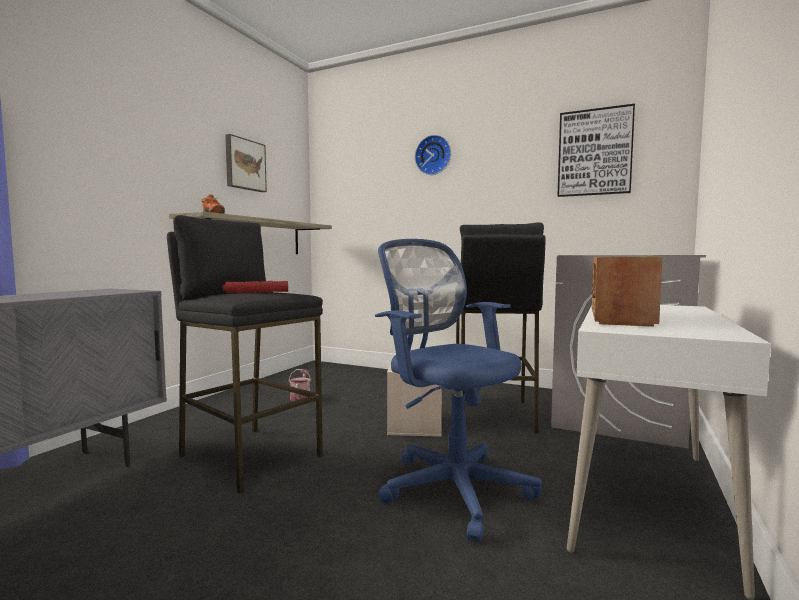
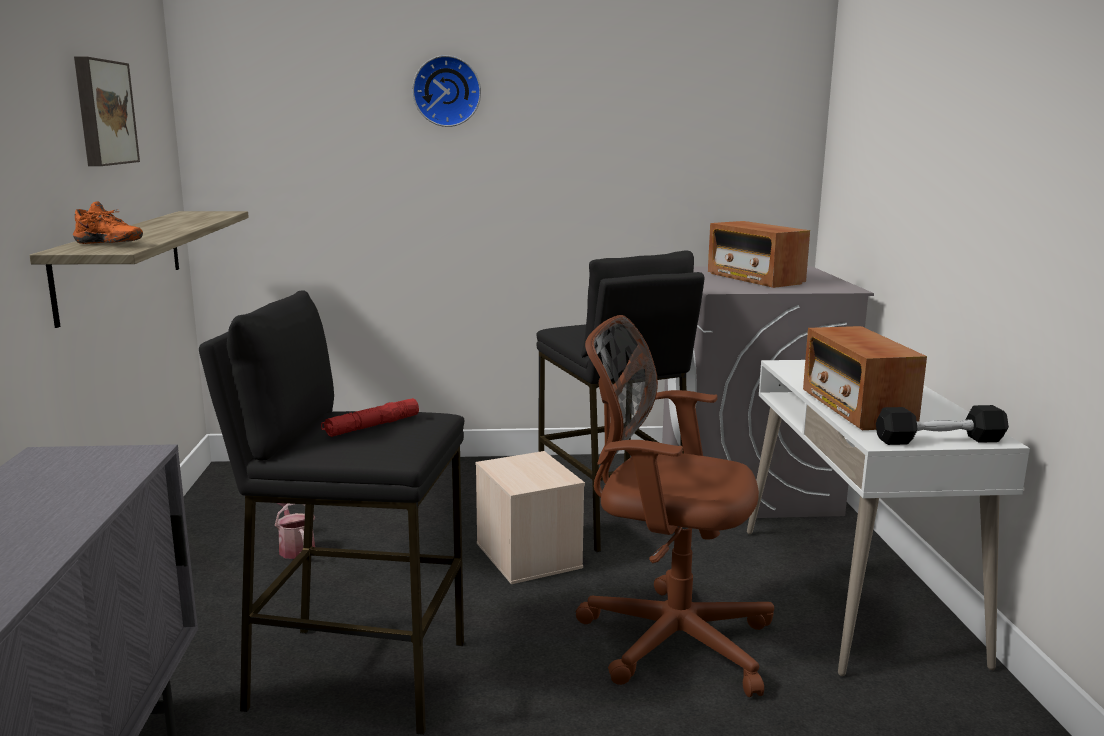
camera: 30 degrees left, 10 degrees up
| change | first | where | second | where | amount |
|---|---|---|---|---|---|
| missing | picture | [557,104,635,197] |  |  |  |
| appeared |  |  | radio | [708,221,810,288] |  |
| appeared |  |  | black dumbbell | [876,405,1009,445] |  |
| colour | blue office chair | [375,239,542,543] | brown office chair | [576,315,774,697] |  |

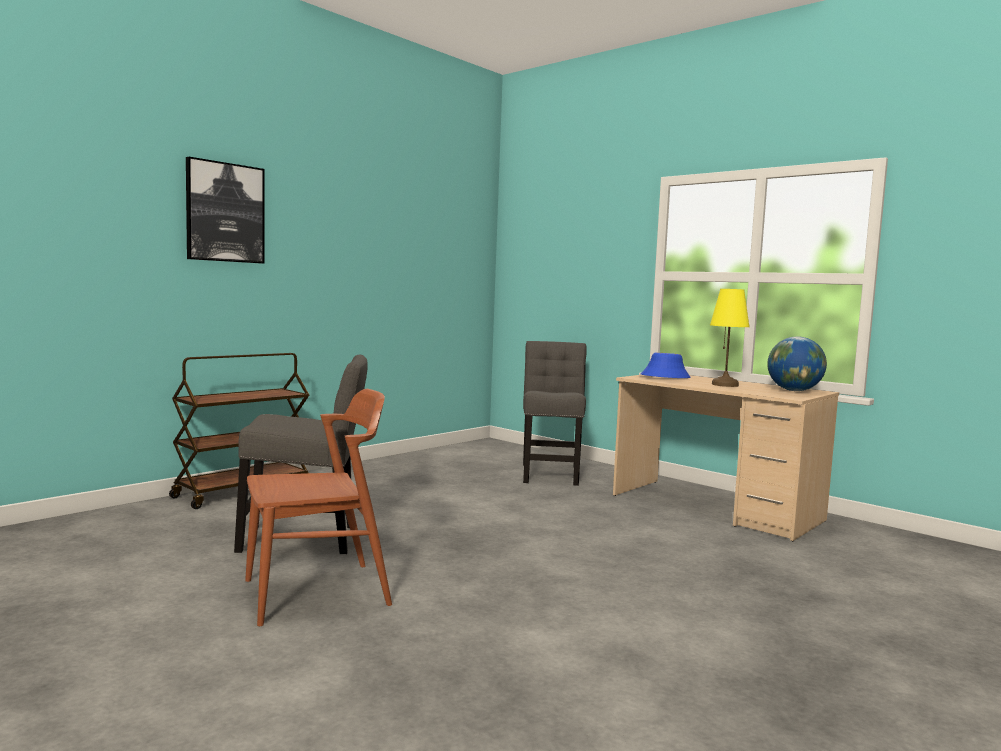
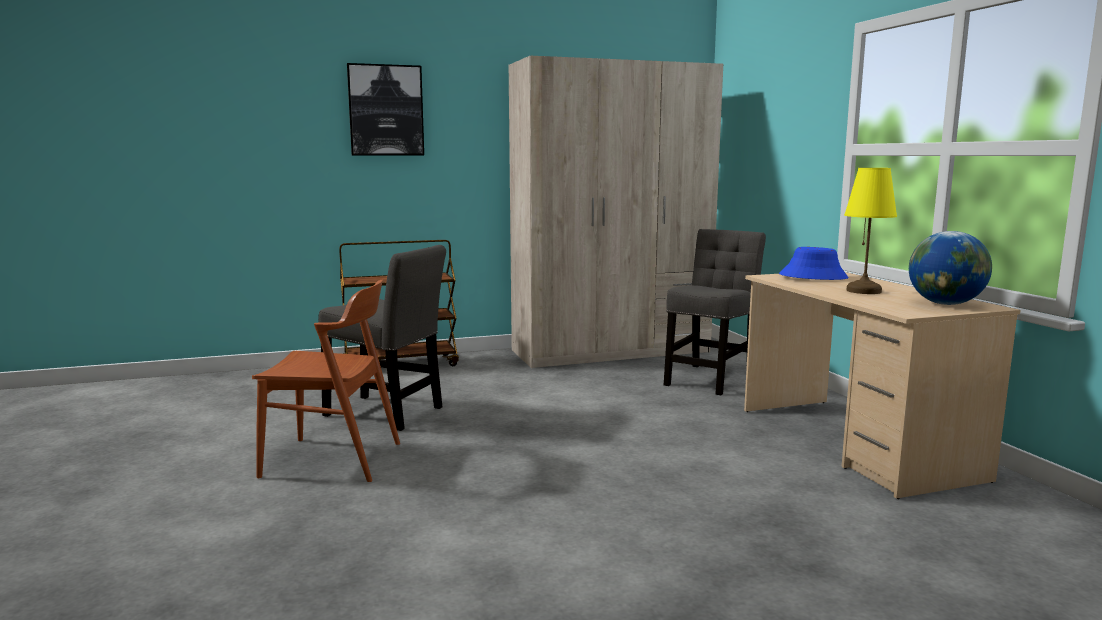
camera: 30 degrees right, 5 degrees up
| change | first | where | second | where | amount |
|---|---|---|---|---|---|
| appeared |  |  | beige wardrobe | [509,56,723,368] |  |

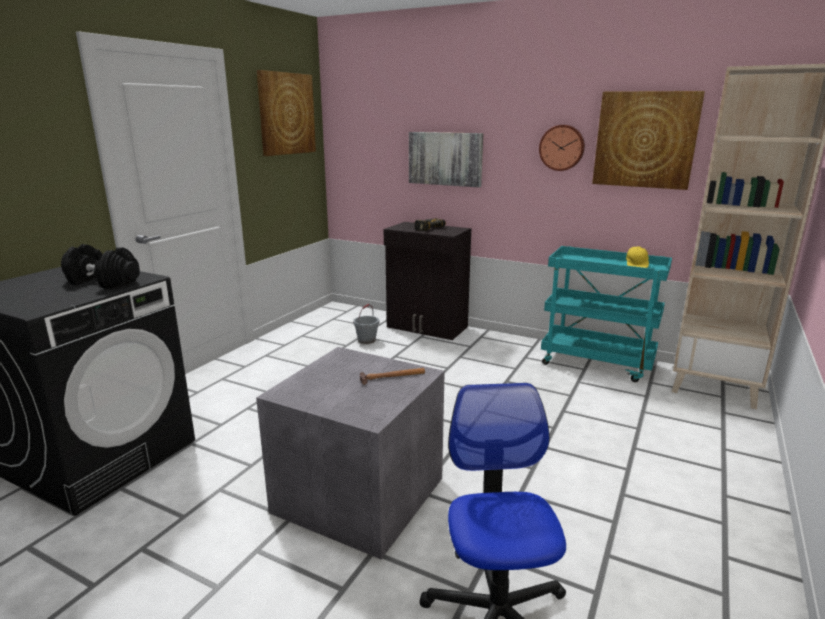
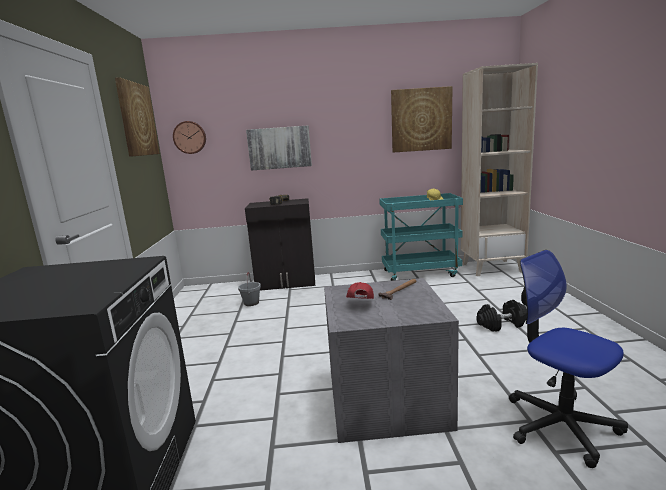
camera: 30 degrees left, 5 degrees down
| change | first | where | second | where | amount |
|---|---|---|---|---|---|
| appeared |  |  | red cap | [346,282,374,299] |  |
| relocated | black dumbbell | [61,244,140,289] |  | [476,300,527,332] |  |
| relocated | wall clock | [539,125,585,171] |  | [173,121,206,154] |  |

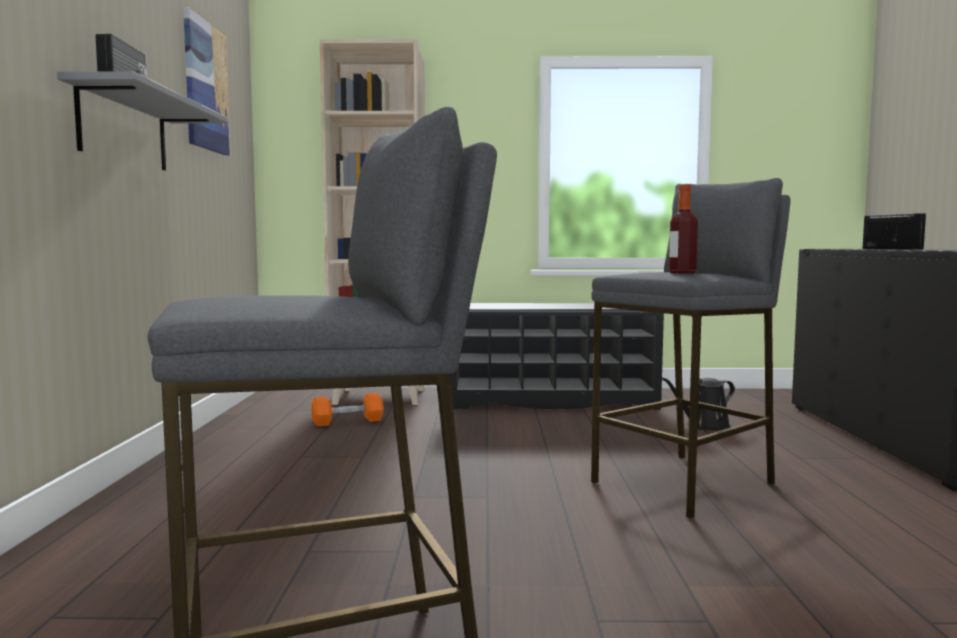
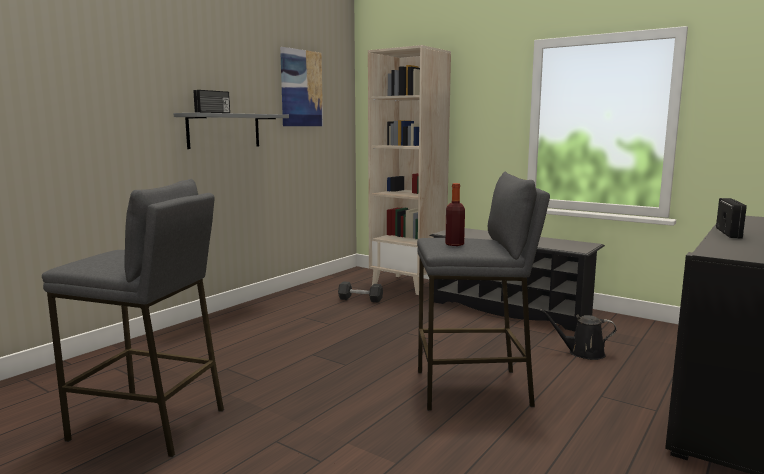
camera: 35 degrees right, 5 degrees up
| change | first | where | second | where | amount |
|---|---|---|---|---|---|
| colour | orange dumbbell | [311,393,384,427] | black dumbbell | [338,281,383,303] |  |

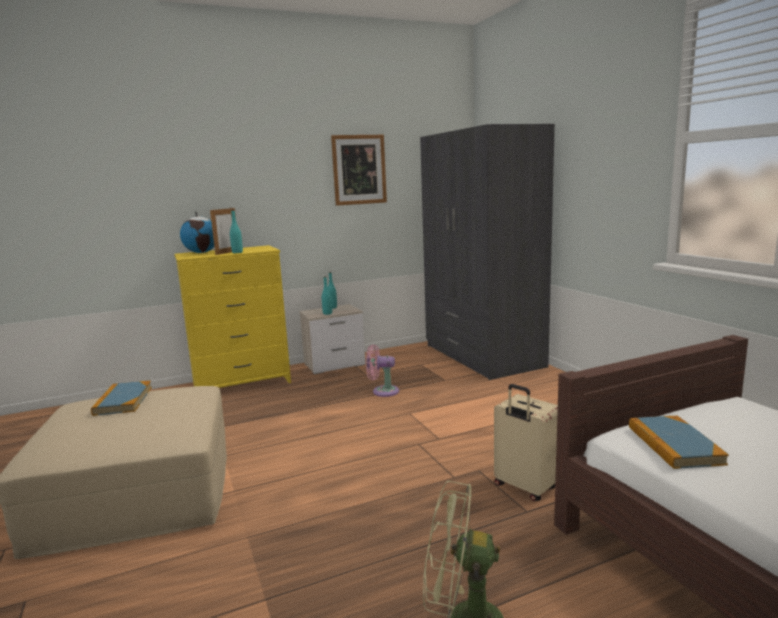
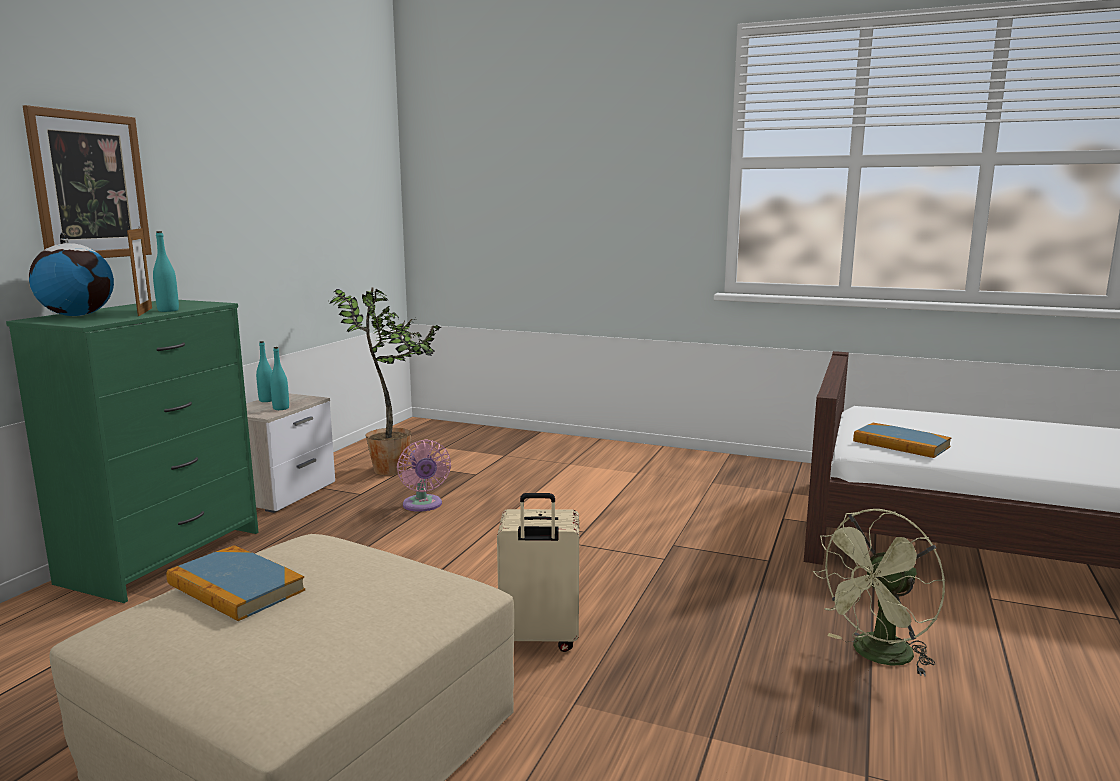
camera: 45 degrees left, 0 degrees up
| change | first | where | second | where | amount |
|---|---|---|---|---|---|
| missing | grey wardrobe | [420,124,555,380] |  |  |  |
| appeared |  |  | potted plant | [330,287,441,475] |  |
| relocated | picture | [331,135,387,206] |  | [23,105,152,258] |  |
| relocated | beige suitcase | [494,384,558,501] |  | [497,493,579,652] |  |
| colour | yellow dresser | [174,245,291,388] | green dresser | [6,300,258,603] |  |
| spun | pink fan | [366,345,399,397] |  | [397,439,451,512] | 75 degrees counterclockwise |

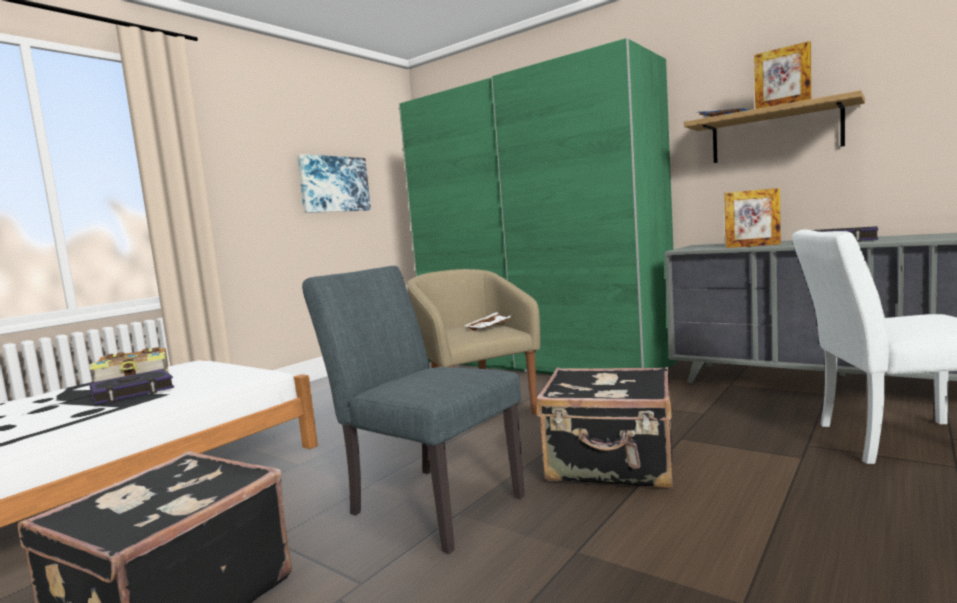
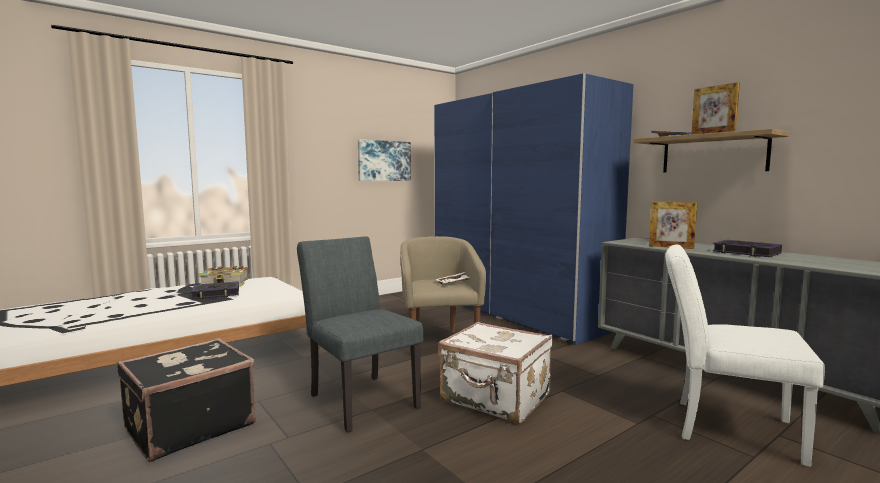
camera: 15 degrees right, 0 degrees up
| change | first | where | second | where | amount |
|---|---|---|---|---|---|
| colour | green wardrobe | [399,38,678,375] | blue wardrobe | [434,73,634,345] |  |
| colour | black suitcase | [537,367,673,488] | white suitcase | [438,322,553,423] |  |

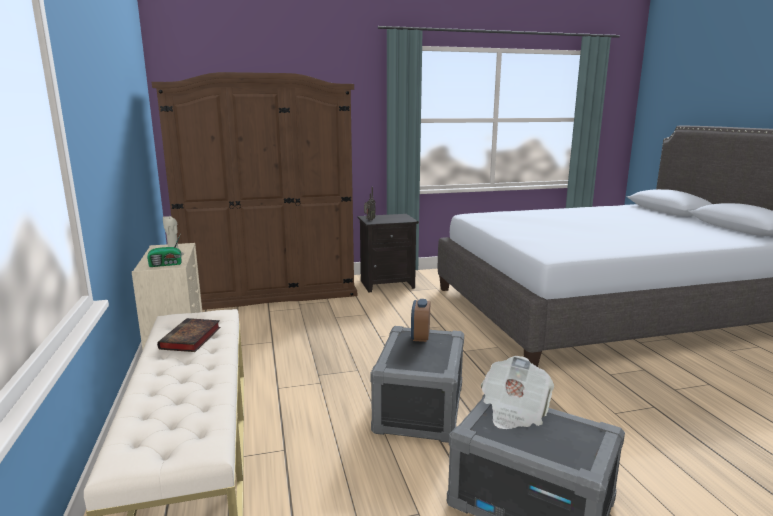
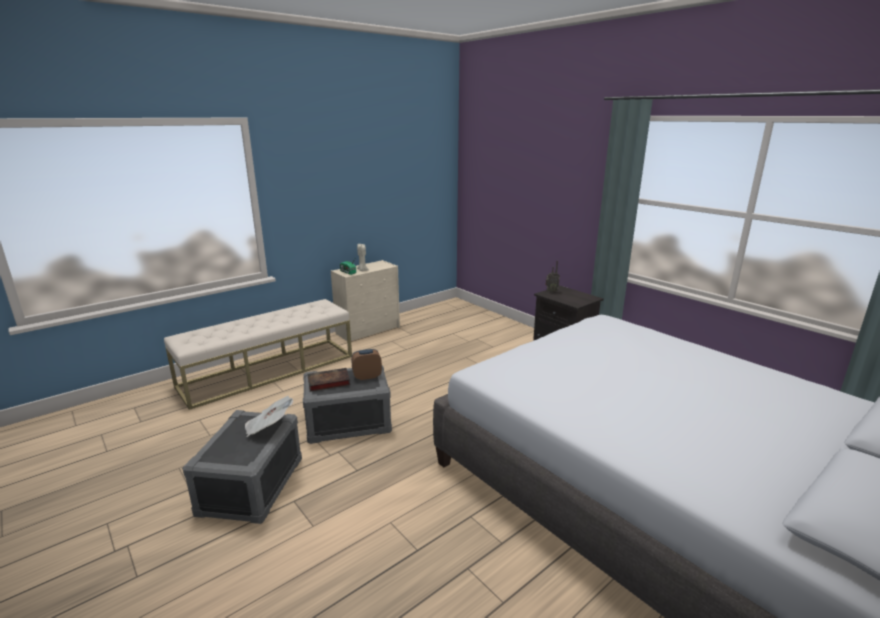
camera: 65 degrees right, 5 degrees up
| change | first | where | second | where | amount |
|---|---|---|---|---|---|
| missing | brown wardrobe | [152,72,357,310] |  |  |  |
| relocated | book | [157,318,220,352] |  | [307,368,350,391] |  |

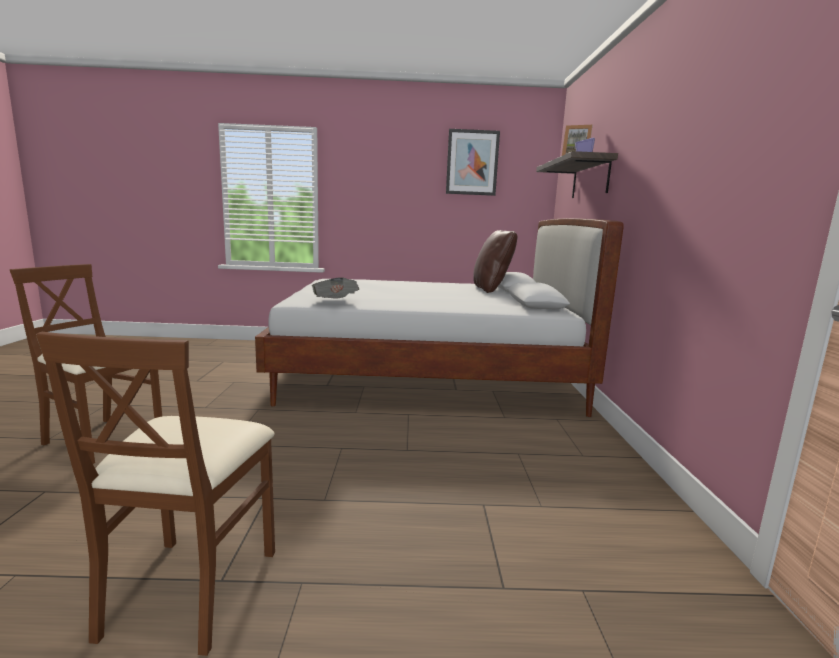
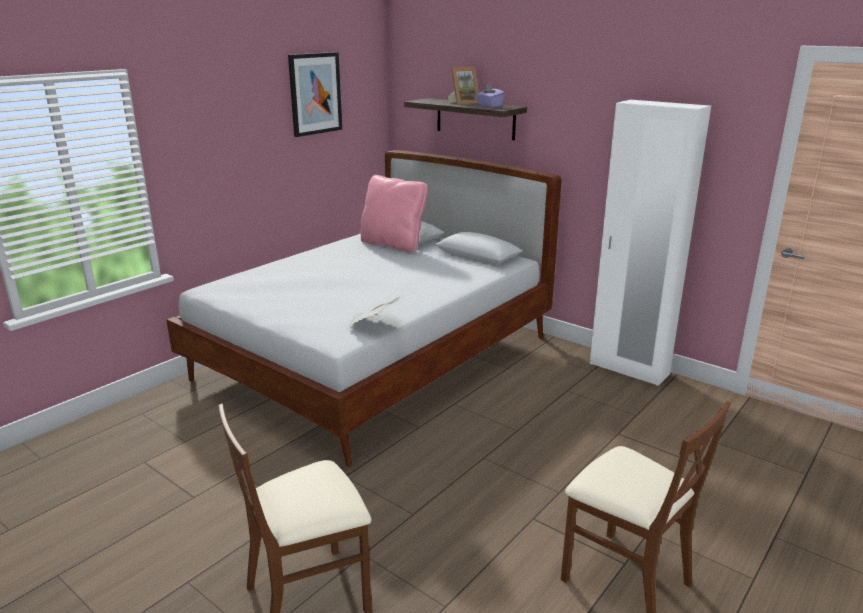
camera: 50 degrees left, 10 degrees up
| change | first | where | second | where | amount |
|---|---|---|---|---|---|
| appeared |  |  | white wardrobe | [590,100,711,386] |  |
| colour | brown pillow | [473,230,517,293] | pink pillow | [361,175,427,253] |  |

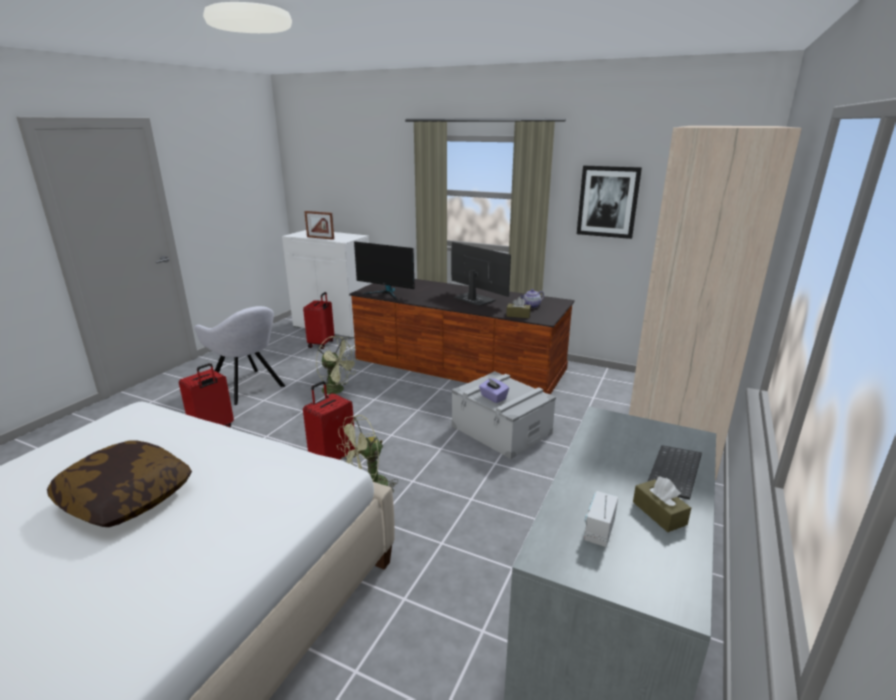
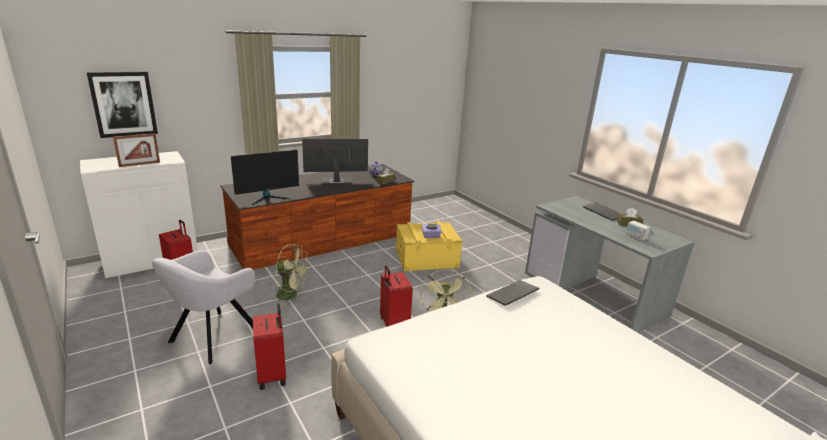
camera: 60 degrees left, 0 degrees up
| change | first | where | second | where | amount |
|---|---|---|---|---|---|
| missing | pillow | [47,440,192,527] |  |  |  |
| missing | beige wardrobe | [629,126,802,480] |  |  |  |
| appeared |  |  | keyboard | [486,280,539,306] |  |
| relocated | picture | [577,166,642,239] |  | [87,72,158,138] |  |
| colour | grey storage box | [451,371,556,459] | yellow storage box | [396,221,462,271] |  |
| spun | grey armchair | [194,306,285,405] |  | [152,250,255,364] | 135 degrees clockwise |
| spun | green fan | [316,336,358,394] |  | [275,244,309,306] | 45 degrees clockwise |

